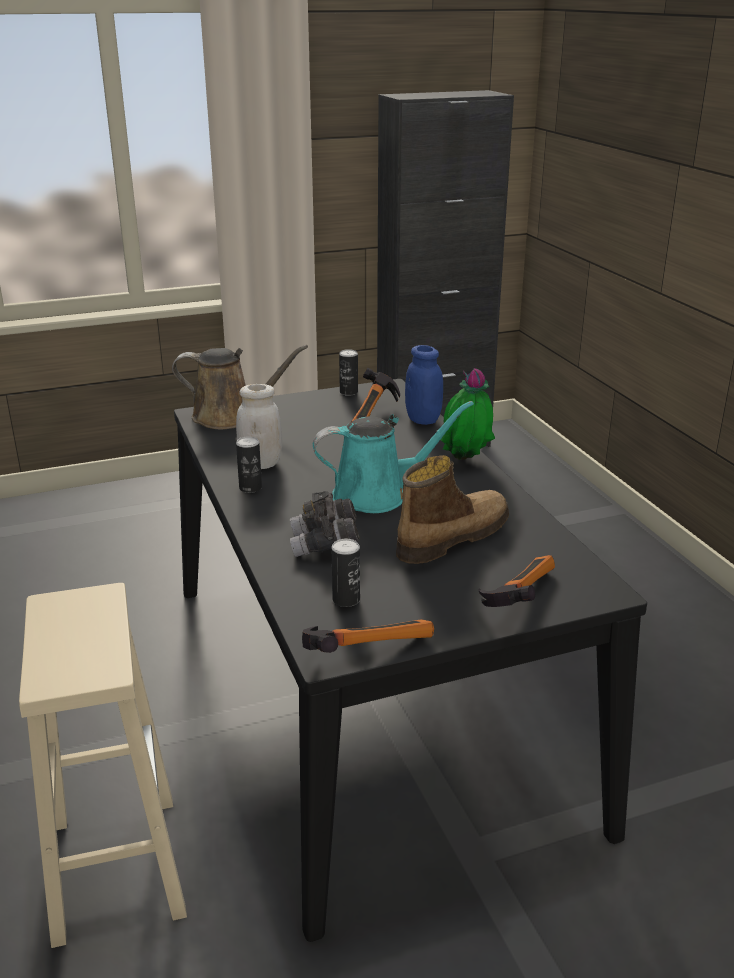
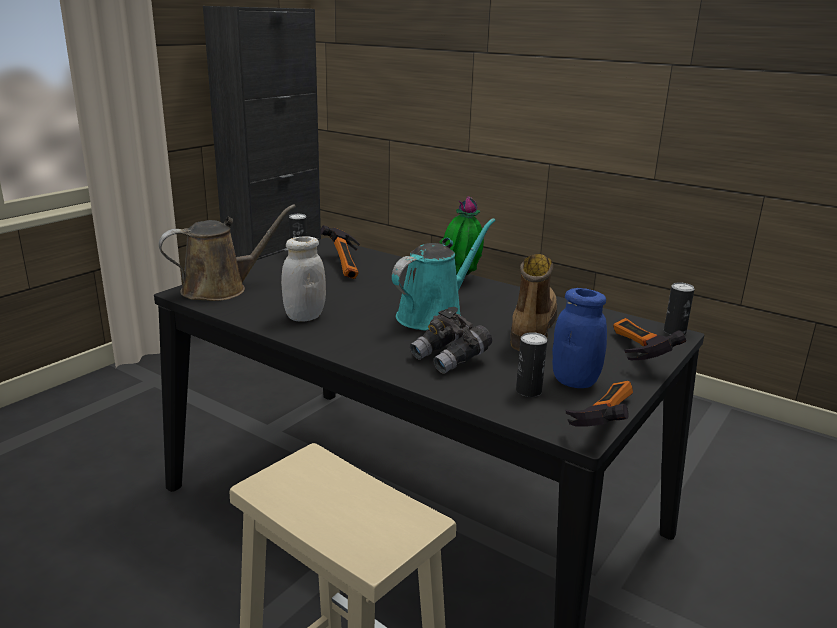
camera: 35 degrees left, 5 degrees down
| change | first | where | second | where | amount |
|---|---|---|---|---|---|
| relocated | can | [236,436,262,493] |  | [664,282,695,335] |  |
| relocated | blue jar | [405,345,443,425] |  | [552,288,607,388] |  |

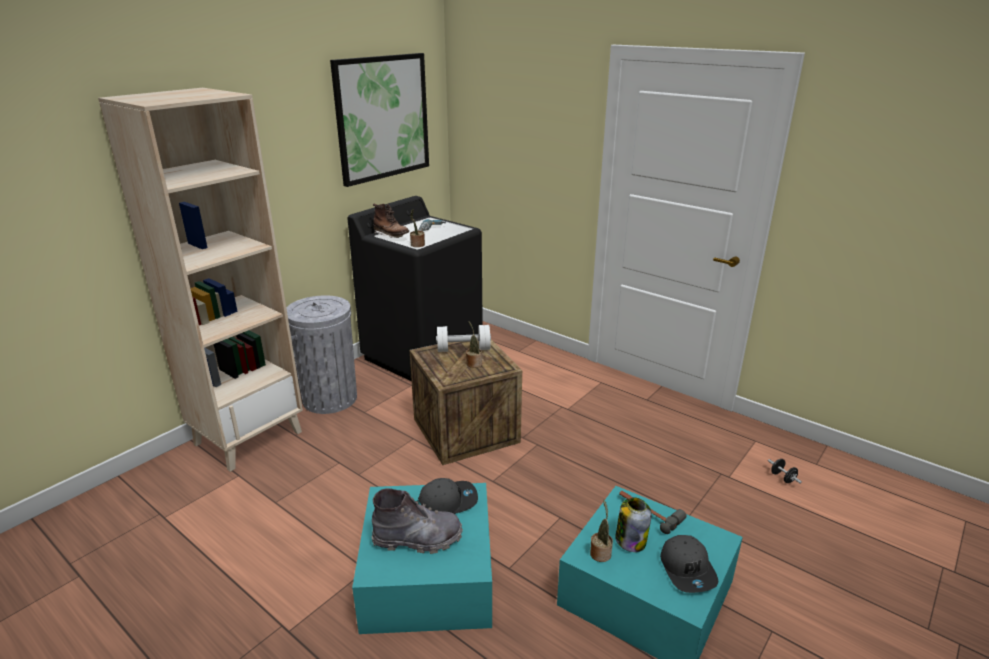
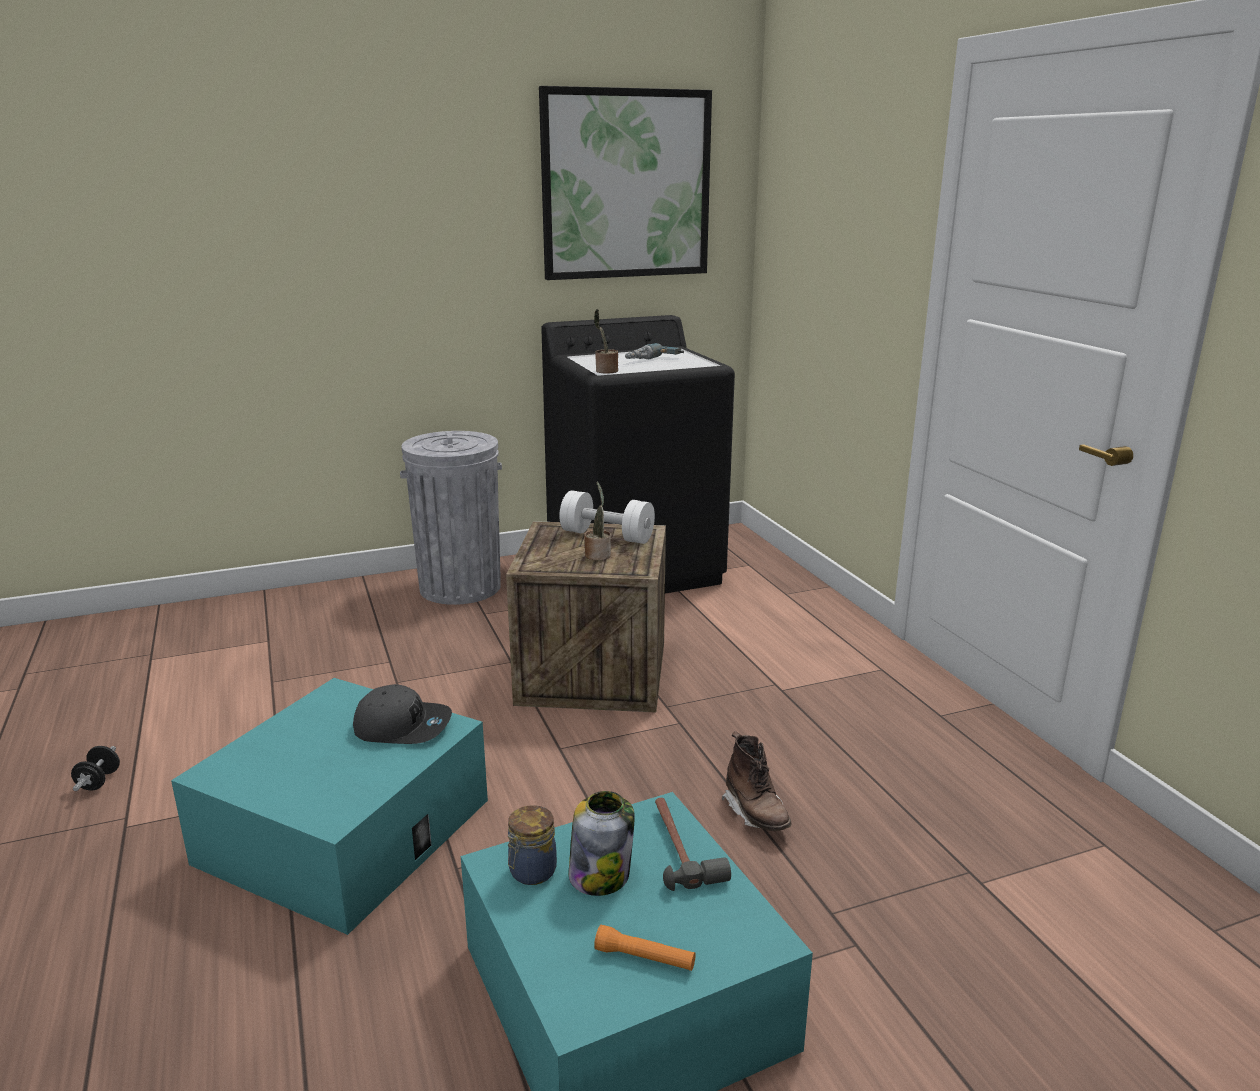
camera: 30 degrees right, 5 degrees down
| change | first | where | second | where | amount |
|---|---|---|---|---|---|
| missing | beige bookcase | [98,88,303,472] |  |  |  |
| missing | grey boot | [372,488,463,554] |  |  |  |
| relocated | brown boot | [373,204,409,238] |  | [722,731,791,831] |  |
| relocated | black dumbbell | [768,459,802,484] |  | [71,746,120,791] |  |
| exchanged | potted plant | [590,499,613,562] | jar | [508,805,557,885] |  |
| exchanged | grey cap | [660,535,718,593] | orange flashlight | [594,925,696,971] |  |

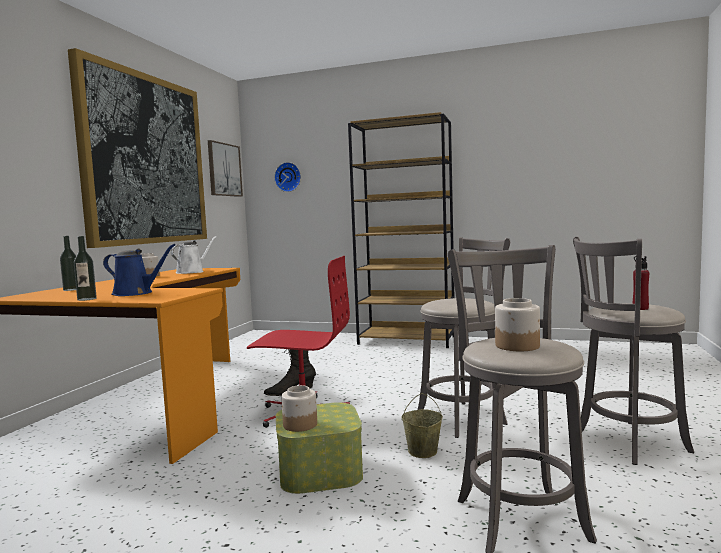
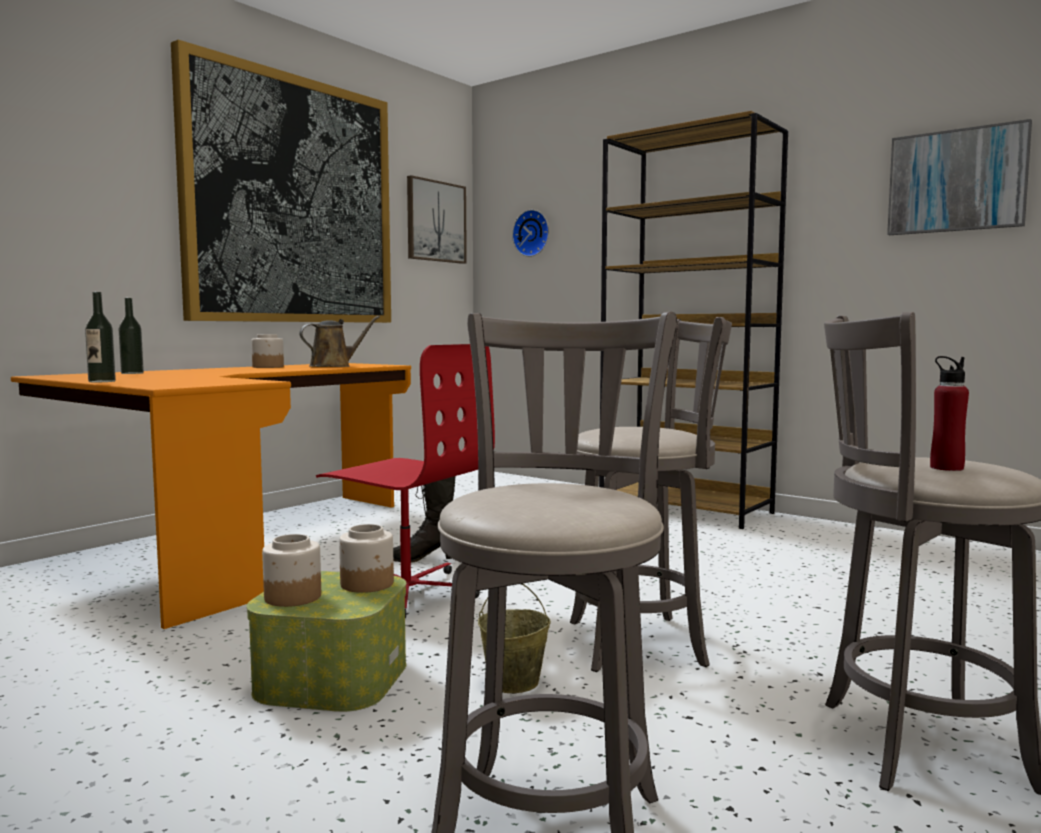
camera: 20 degrees right, 0 degrees up
| change | first | where | second | where | amount |
|---|---|---|---|---|---|
| missing | blue watering can | [103,244,175,296] |  |  |  |
| appeared |  |  | picture | [887,119,1032,235] |  |
| relocated | jar | [495,298,540,351] |  | [339,524,394,593] |  |
| colour | white watering can | [170,236,217,274] | brown watering can | [299,316,380,367] |  |

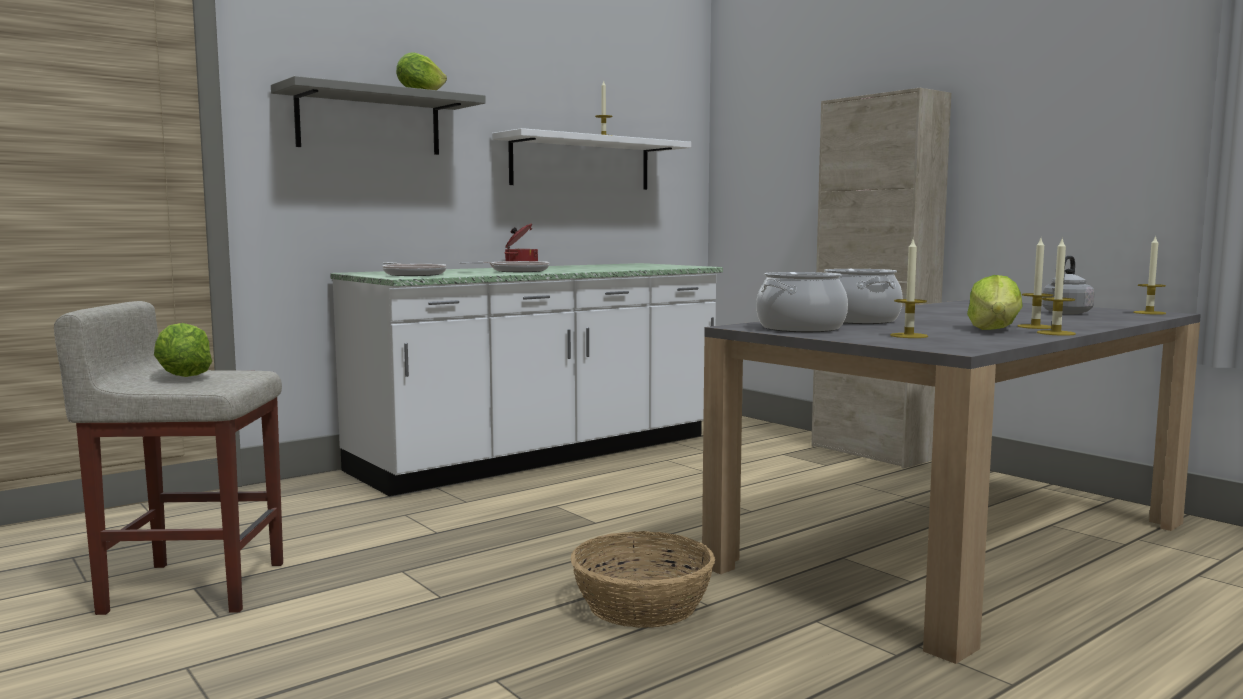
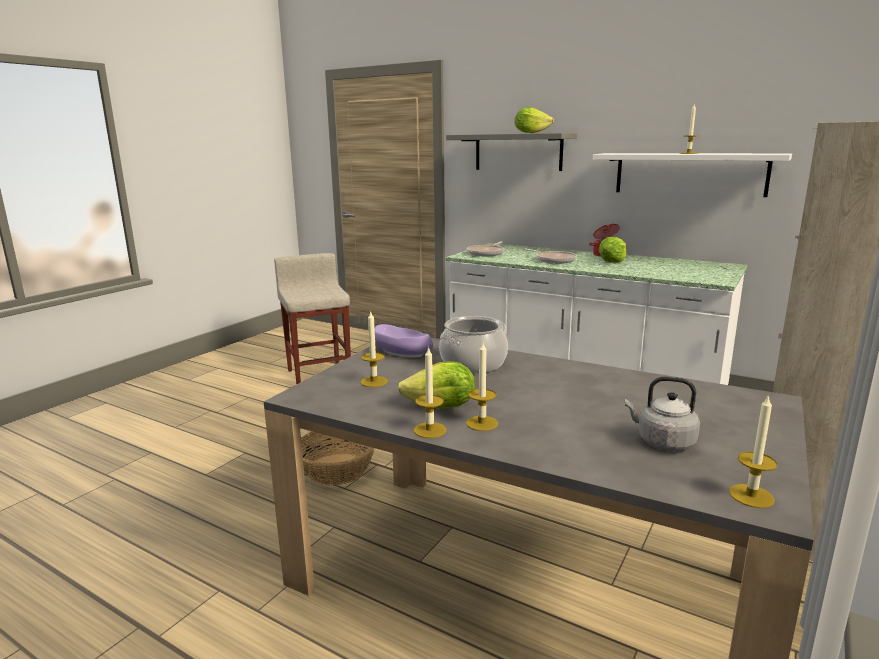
camera: 70 degrees right, 10 degrees up
| change | first | where | second | where | amount |
|---|---|---|---|---|---|
| relocated | lettuce | [154,323,212,377] |  | [599,237,626,263] |  |
| exchanged | cooking pot | [756,272,848,332] | purple bowl | [375,324,433,358] |  |

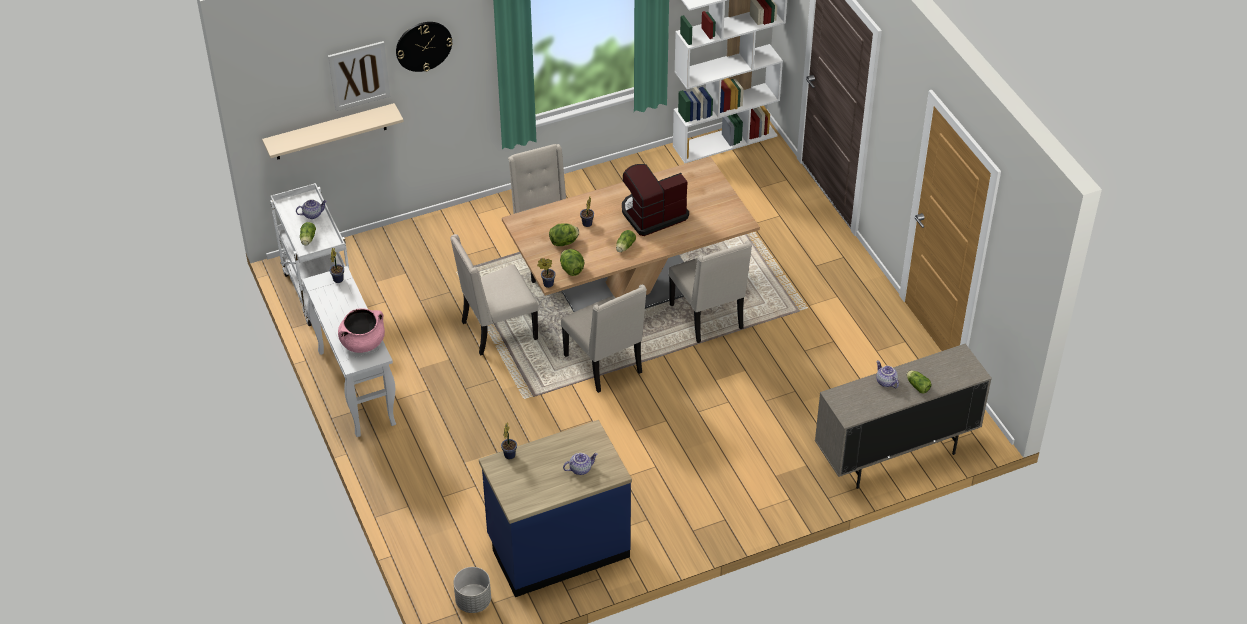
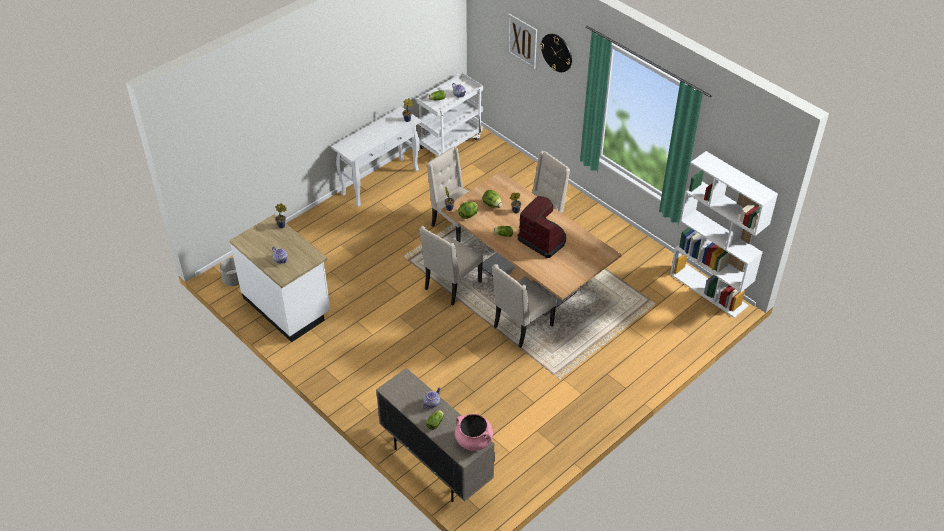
camera: 70 degrees right, 0 degrees up
| change | first | where | second | where | amount |
|---|---|---|---|---|---|
| missing | beige shelf | [262,103,404,159] |  |  |  |
| relocated | pink cooking pot | [338,308,385,353] |  | [455,414,493,451] |  |
| colour | blue counter | [479,420,632,597] | white counter | [229,214,330,342] |  |

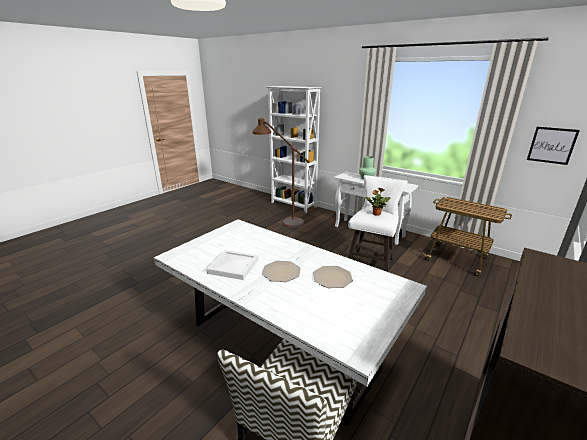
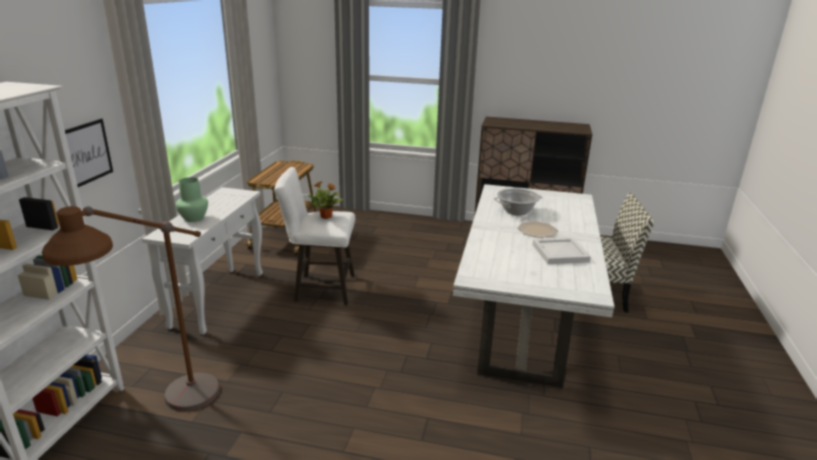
camera: 115 degrees left, 0 degrees up
| change | first | where | second | where | amount |
|---|---|---|---|---|---|
| relocated | picture | [527,127,580,165] |  | [65,119,113,187] |  |
| exchanged | plate | [313,266,353,288] | cooking pot | [494,188,543,216] |  |

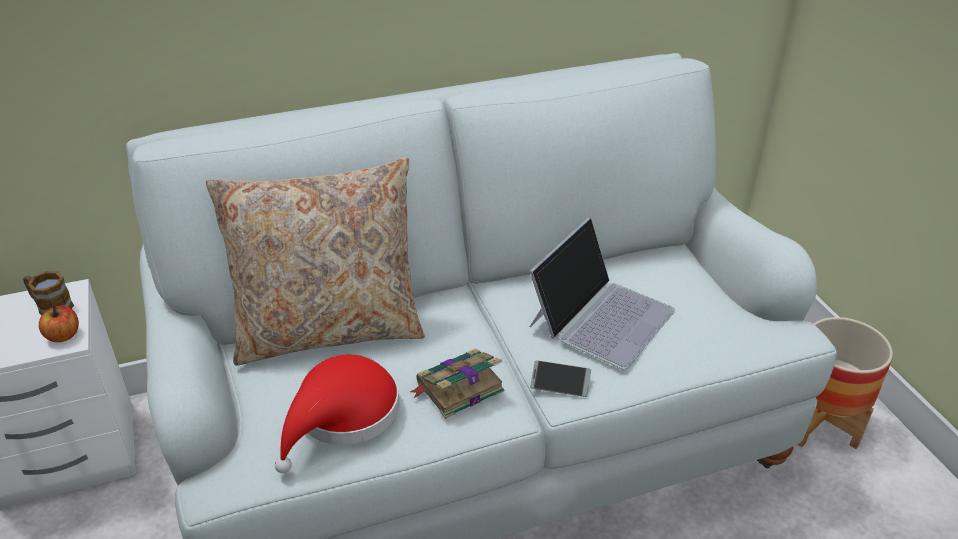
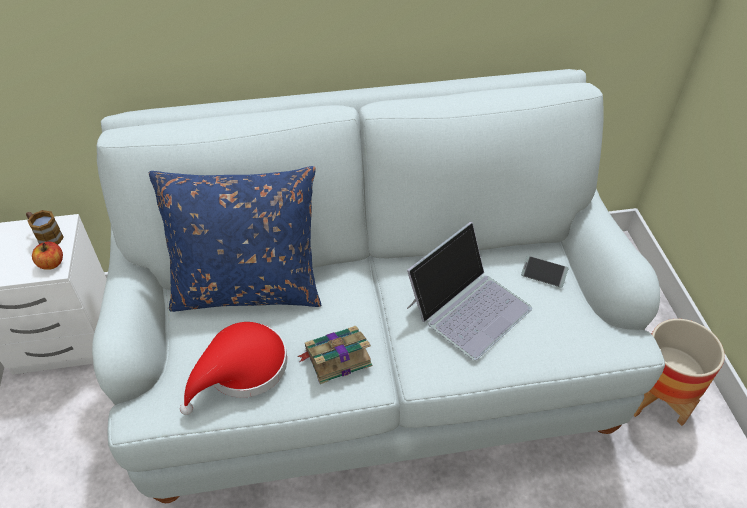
camera: 10 degrees right, 10 degrees up
| change | first | where | second | where | amount |
|---|---|---|---|---|---|
| relocated | phone | [530,360,591,397] |  | [521,256,569,288] |  |
| colour | beige pillow | [206,157,425,365] | blue pillow | [149,166,321,312] |  |

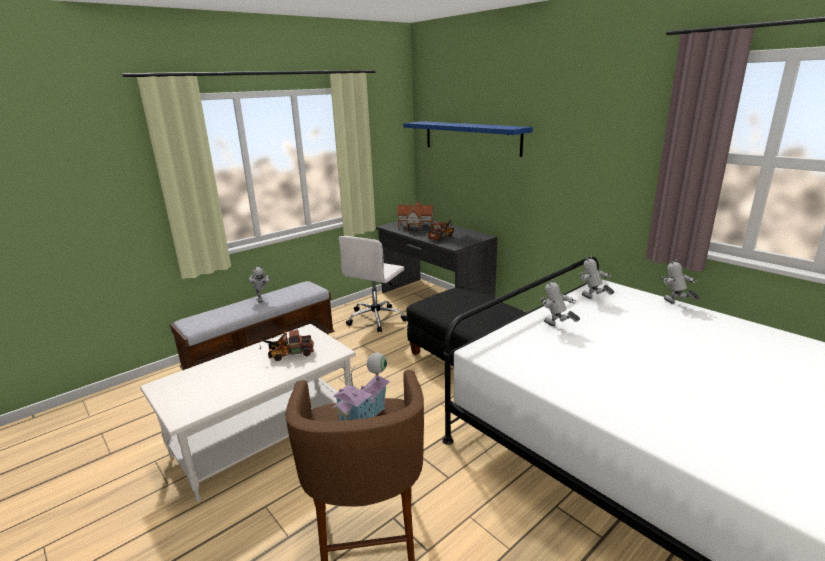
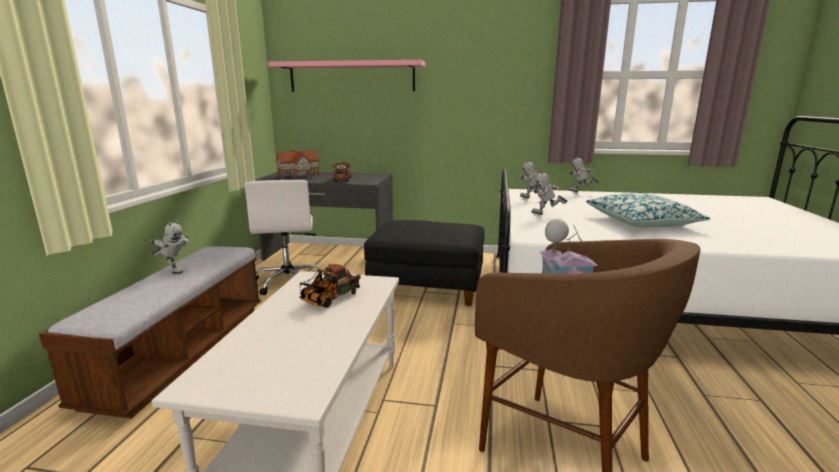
camera: 40 degrees left, 5 degrees down
| change | first | where | second | where | amount |
|---|---|---|---|---|---|
| appeared |  |  | pillow | [586,193,711,227] |  |
| colour | blue shelf | [403,121,533,157] | pink shelf | [268,60,425,91] |  |

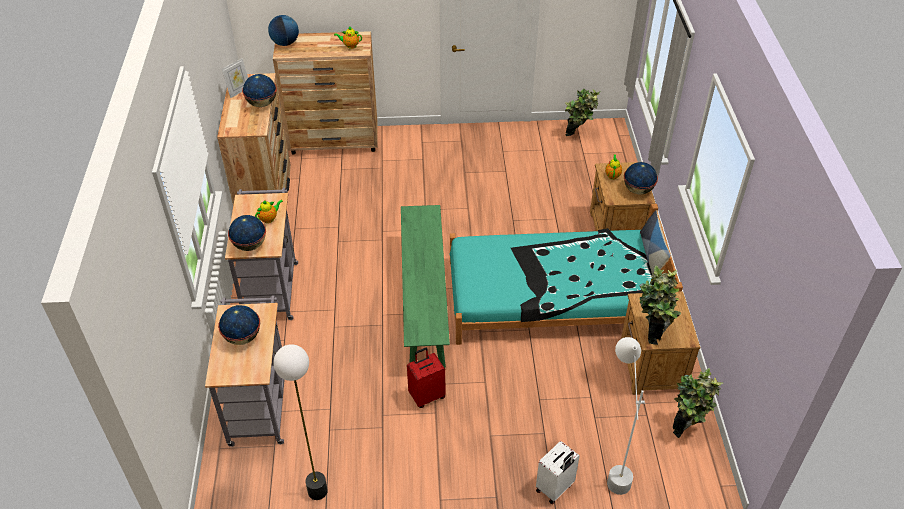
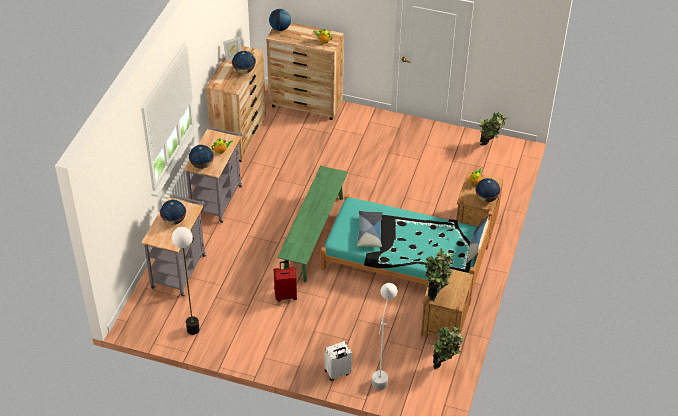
camera: 20 degrees right, 0 degrees up
| change | first | where | second | where | amount |
|---|---|---|---|---|---|
| appeared |  |  | pillow | [357,211,383,247] |  |

